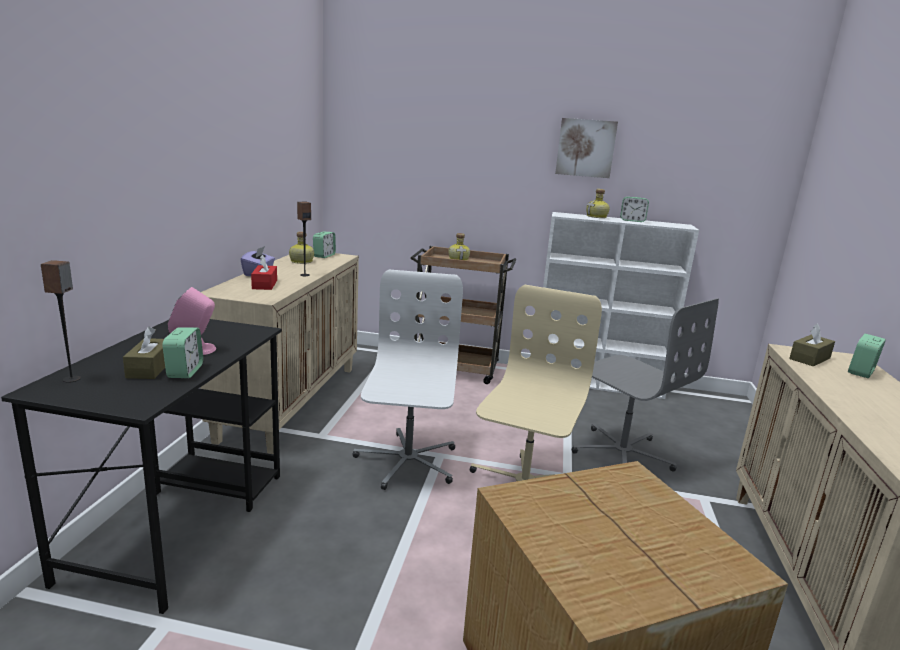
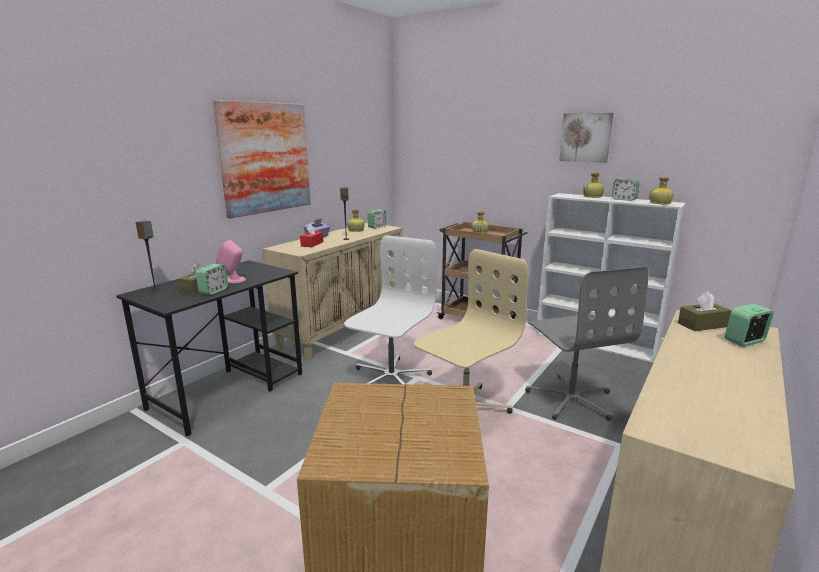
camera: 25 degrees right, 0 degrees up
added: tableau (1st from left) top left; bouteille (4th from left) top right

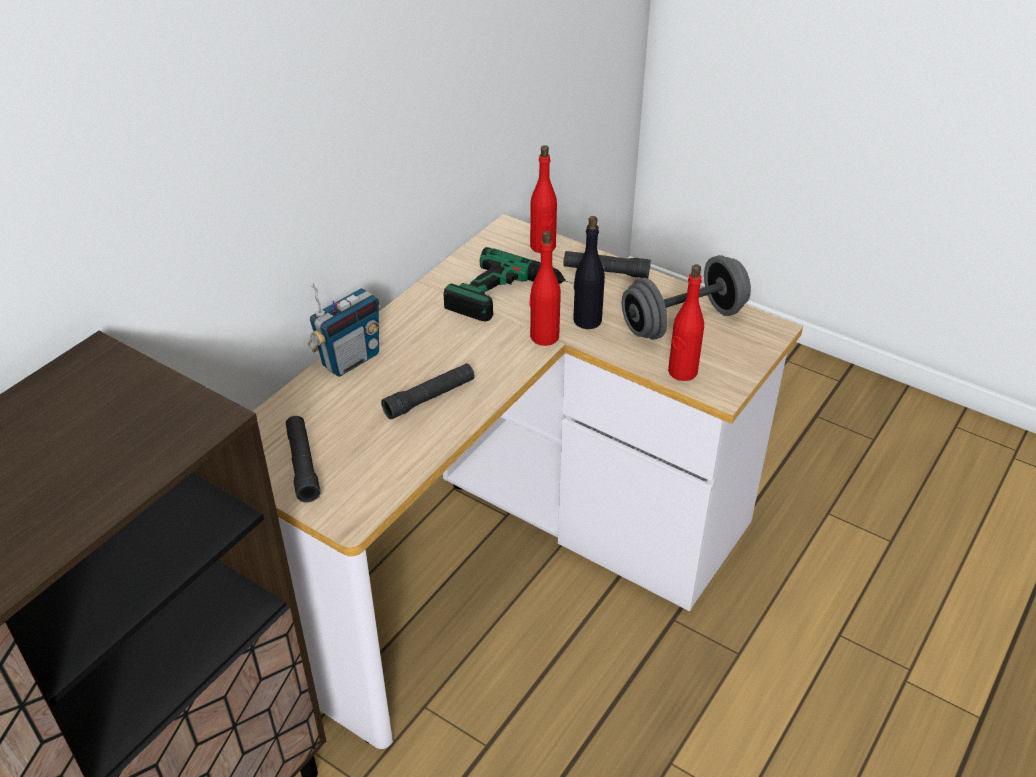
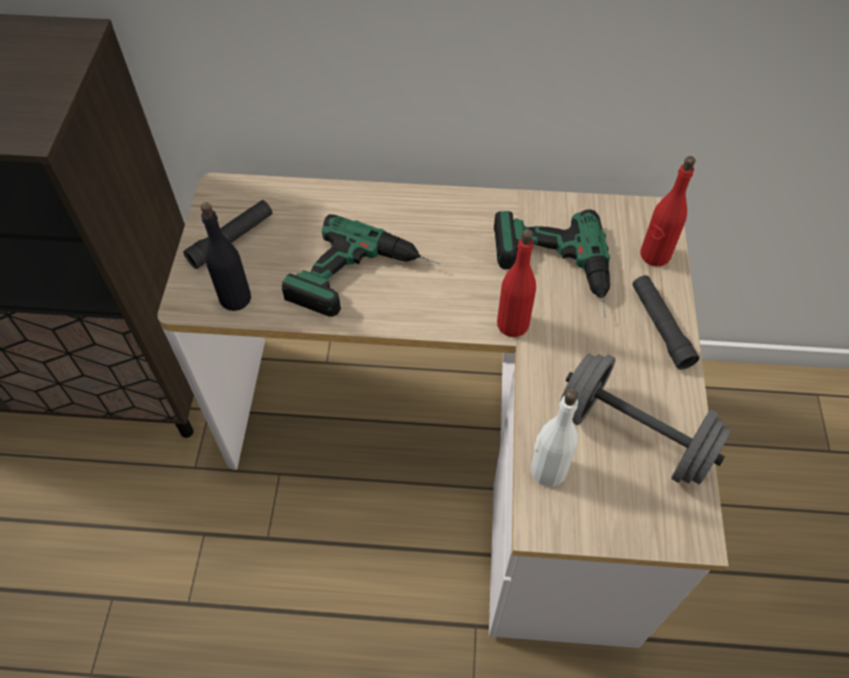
camera: 60 degrees right, 15 degrees up
removed: radio middle left
moved: bouteille [noir] centre to middle left
replaced: lampe de poche [noir] (2nd from left) centre to perceuse (1st from left) centre
recoloured: bouteille [rouge] (3rd from left) centre to bouteille [blanc] centre

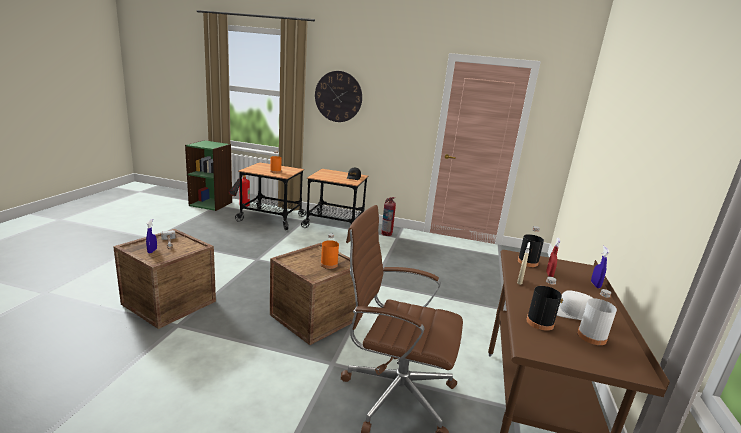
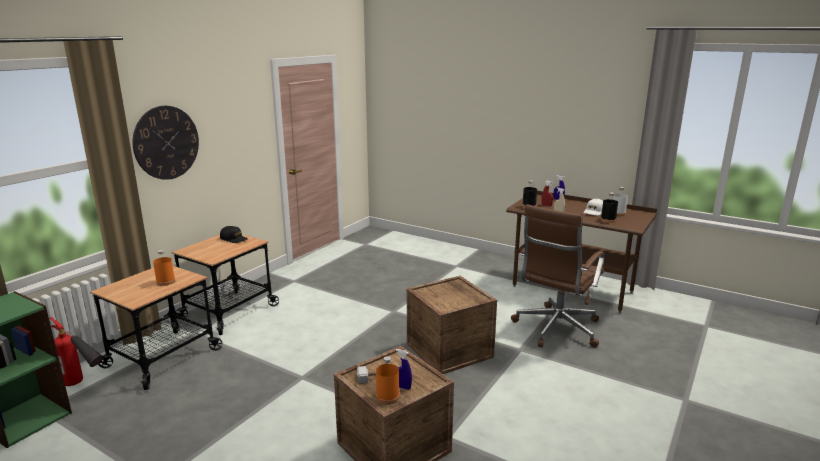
camera: 70 degrees left, 0 degrees up
removed: extincteur (2nd from left) centre
moved: bouteille [orange] (2nd from left) centre to bottom centre

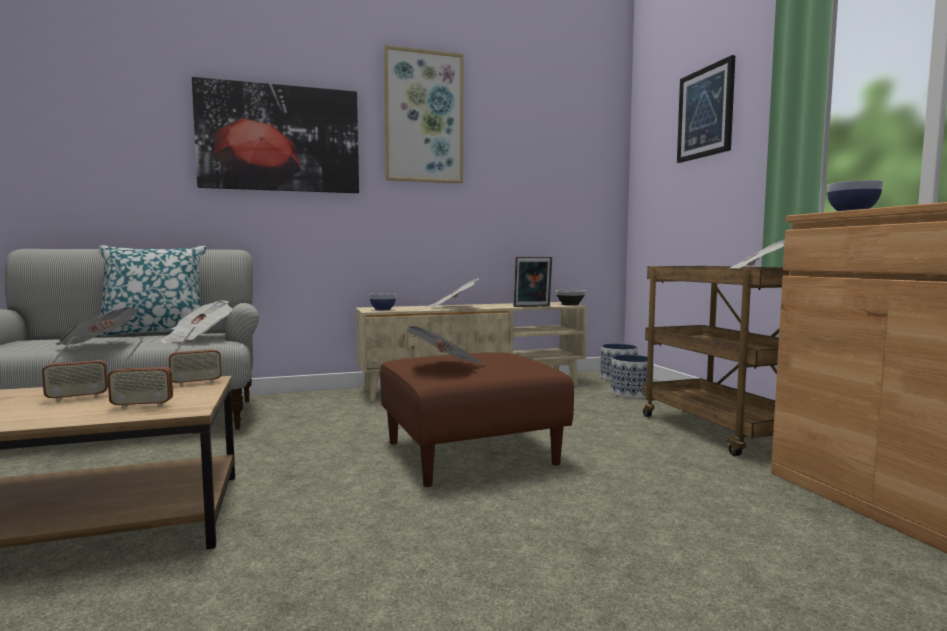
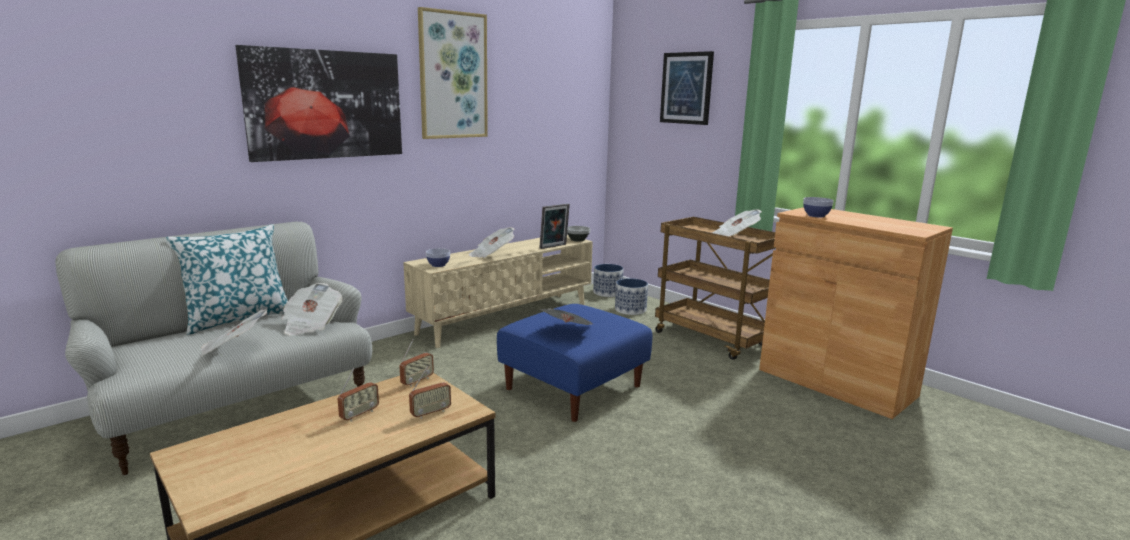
camera: 25 degrees left, 10 degrees up
recoloured: pouf [marron] centre to pouf [bleu] bottom centre

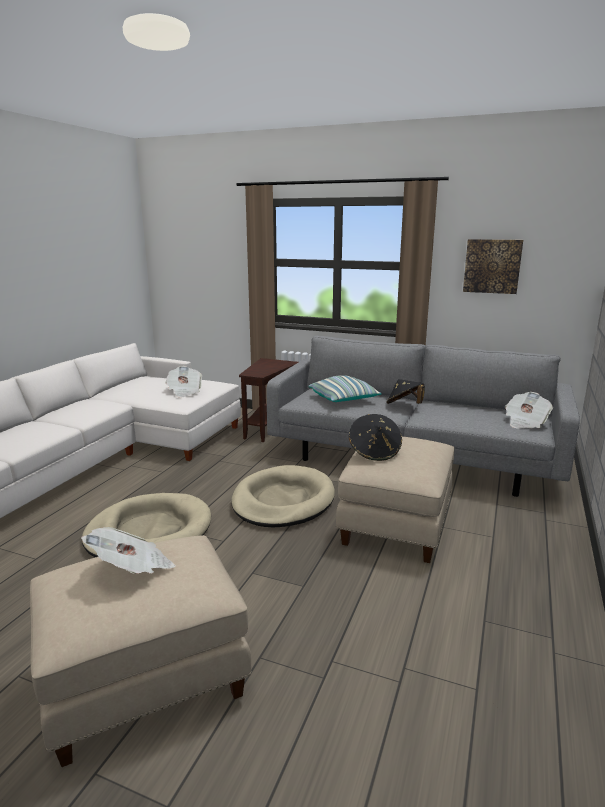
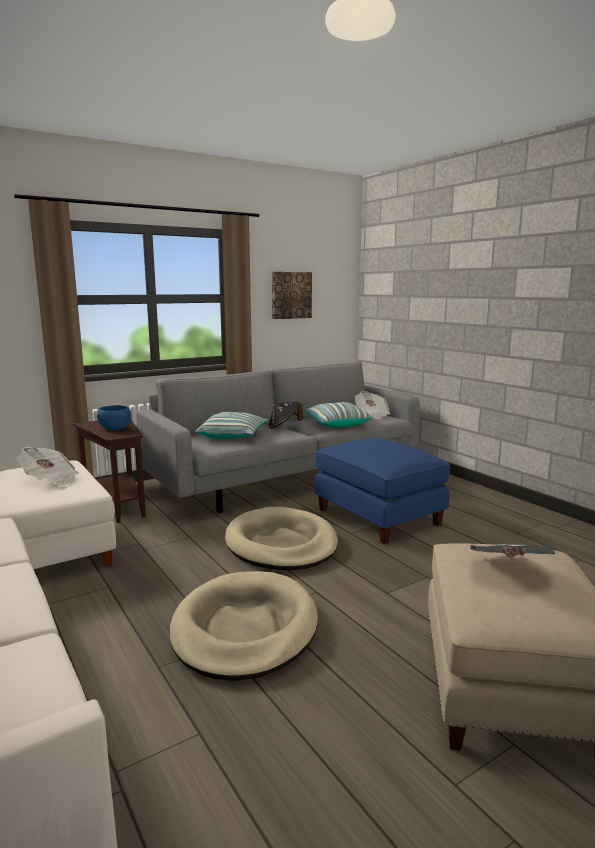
camera: 55 degrees left, 5 degrees down
removed: chapeau [noir] (1st from left) centre
added: bol [bleu] middle left; coussin (2nd from left) centre
recoloured: pouf [beige] (2nd from left) centre to pouf [bleu] centre

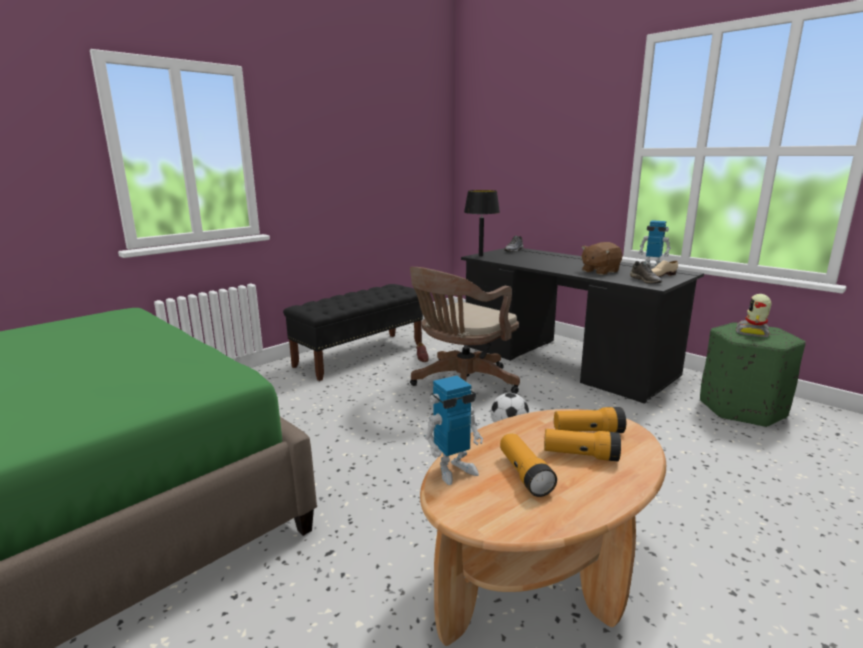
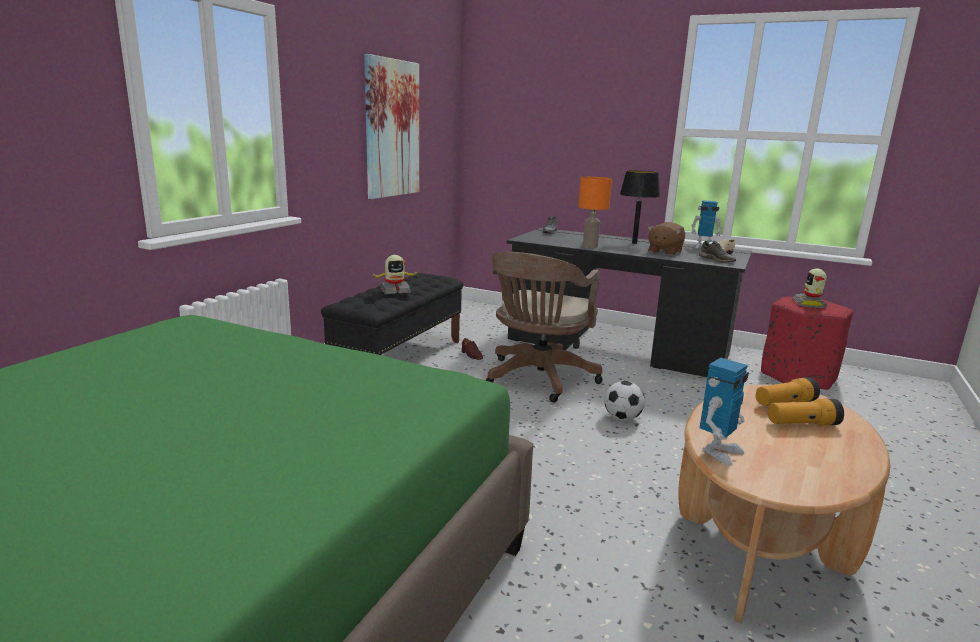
camera: 20 degrees left, 0 degrees up
removed: lampe de poche (1st from left) bottom centre
added: tableau top centre; robot jouet (1st from left) centre; lampe de table [orange] top centre
moved: lampe de table [noir] centre to top centre
recoloured: pouf [vert] middle right to pouf [rouge] middle right

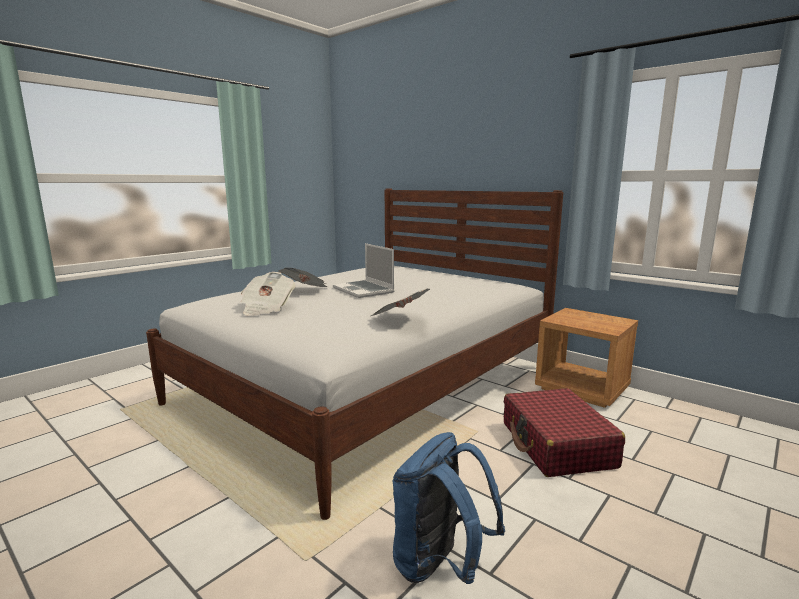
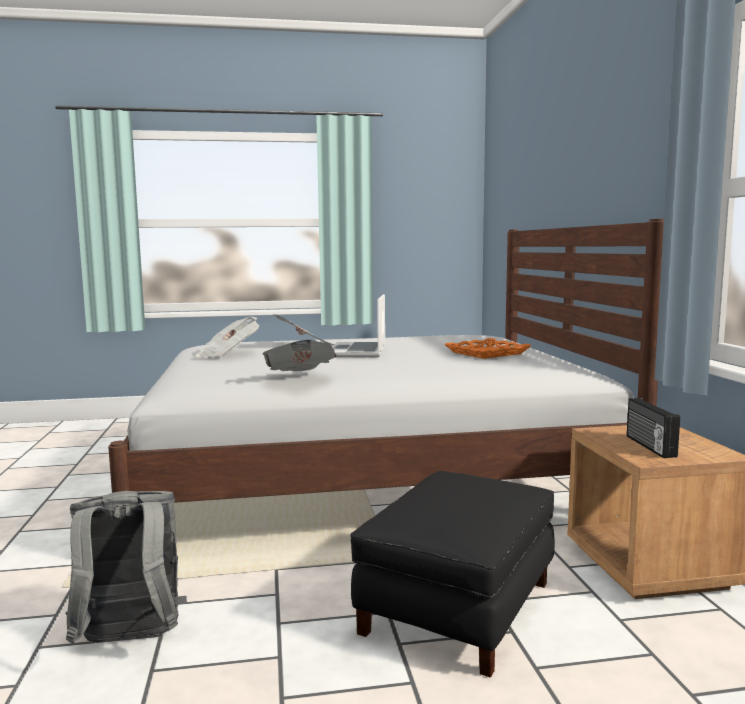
camera: 40 degrees right, 5 degrees down
added: plateau [orange] centre; radio middle right
replaced: valise [rouge] bottom right to pouf [noir] bottom centre
recoloured: sac à dos [bleu] bottom centre to sac à dos [gris] bottom left

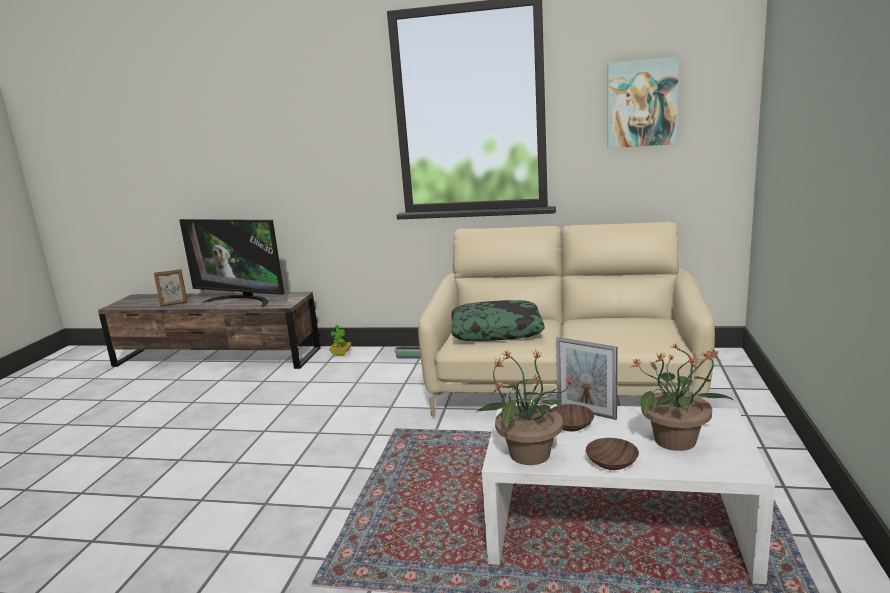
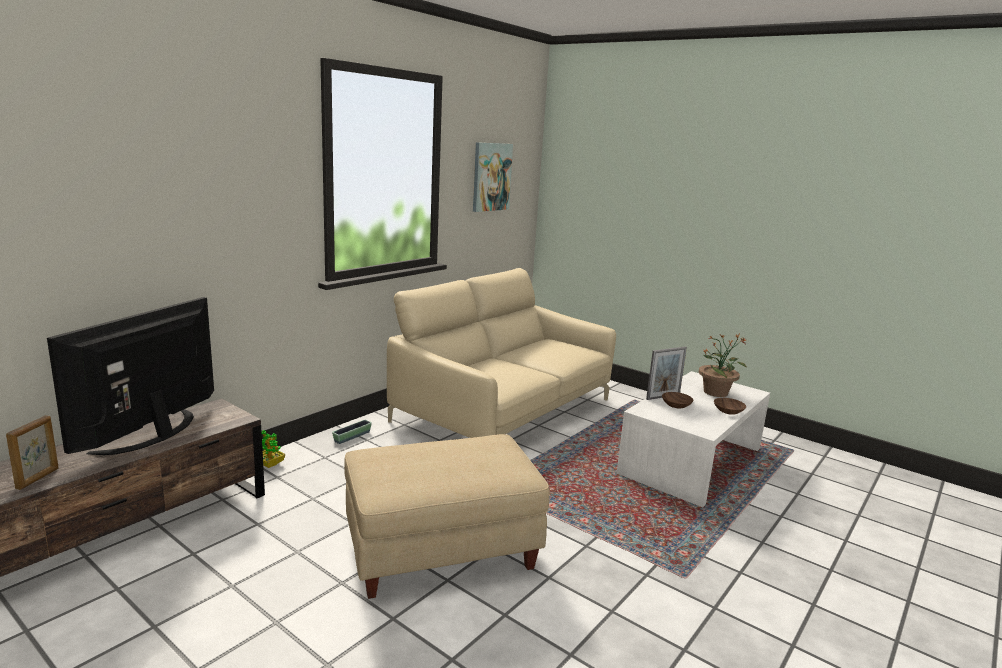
camera: 65 degrees left, 0 degrees up
removed: coussin centre; plante en pot (2nd from left) bottom centre
added: pouf [beige] bottom centre
turned: téléviseur middle left = middle left 150 degrees clockwise

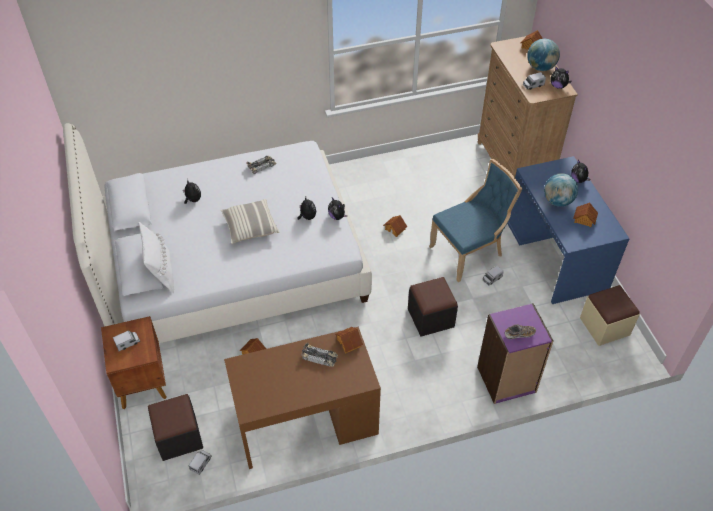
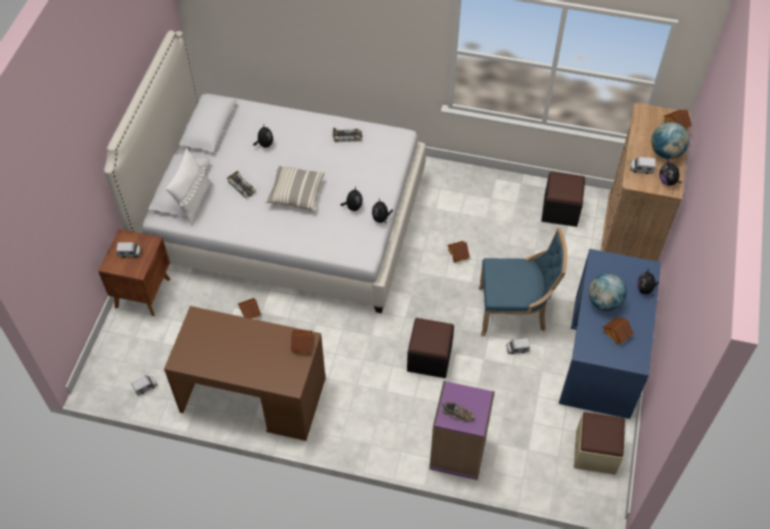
camera: 30 degrees right, 5 degrees up
moved: pouf [noir] (1st from left in the first image) bottom left to pouf [noir] (2nd from left) middle right; petite voiture (2nd from left in the first image) bottom centre to petite voiture (1st from left) middle left

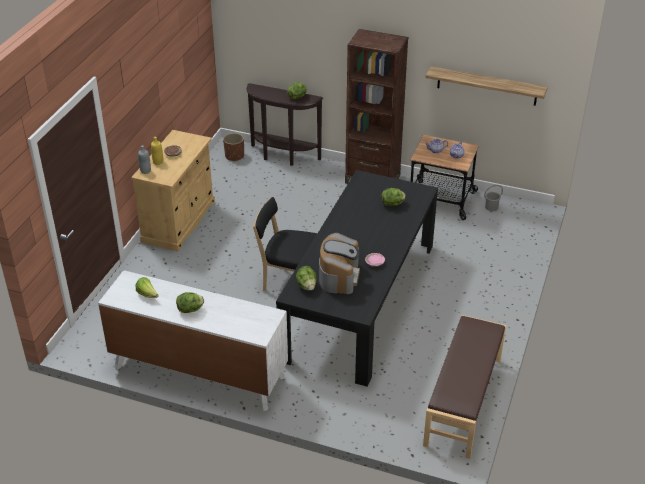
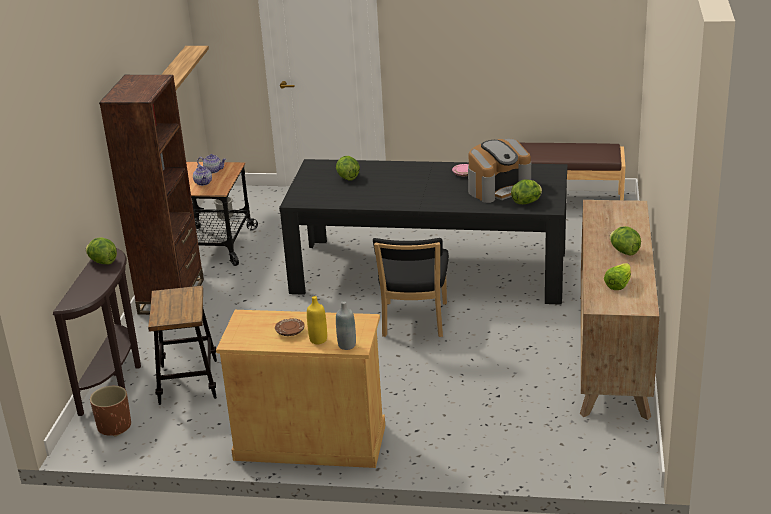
camera: 100 degrees left, 10 degrees down
added: tabouret bottom left
recoloured: commode [blanc] bottom left to commode [marron] middle right
turned: machine à café centre = top centre 150 degrees clockwise

